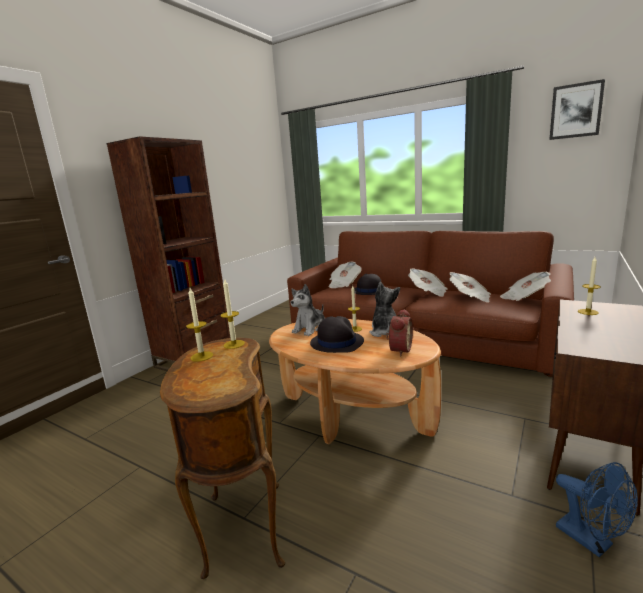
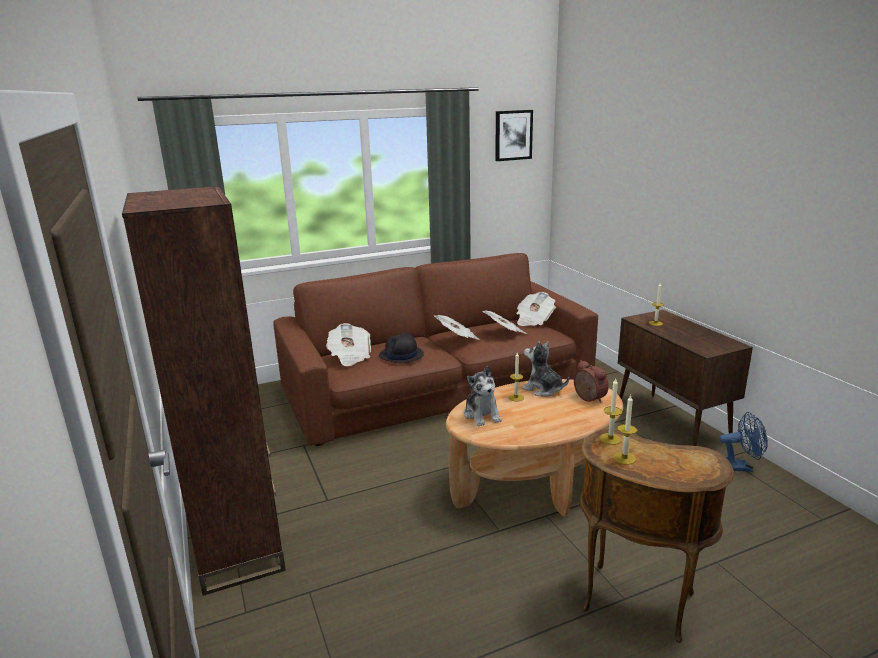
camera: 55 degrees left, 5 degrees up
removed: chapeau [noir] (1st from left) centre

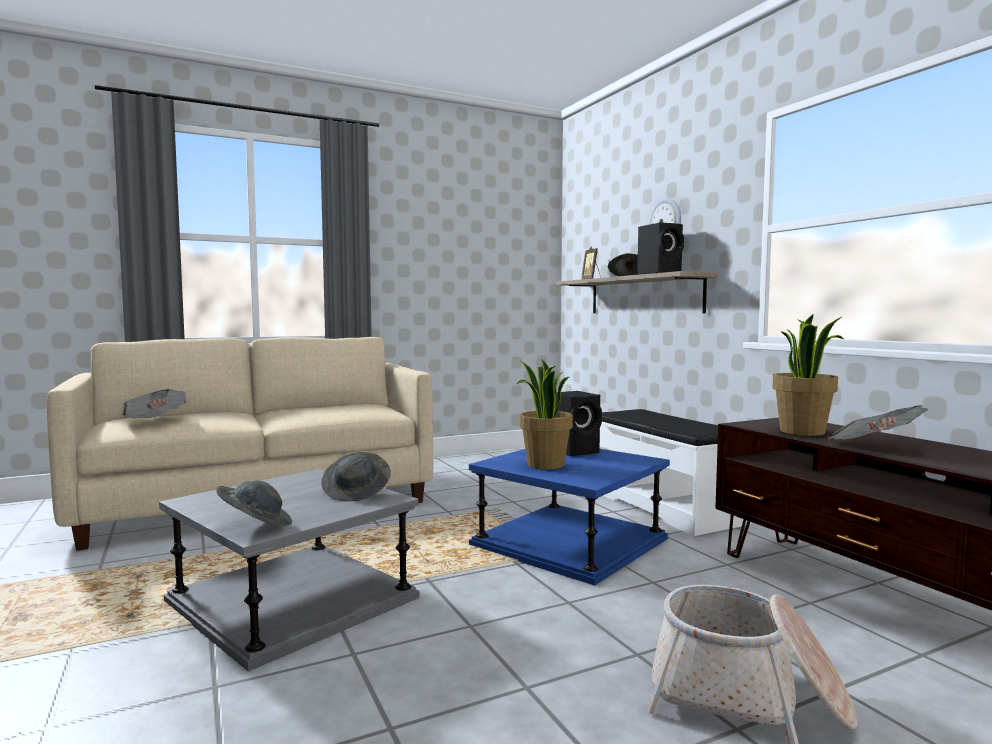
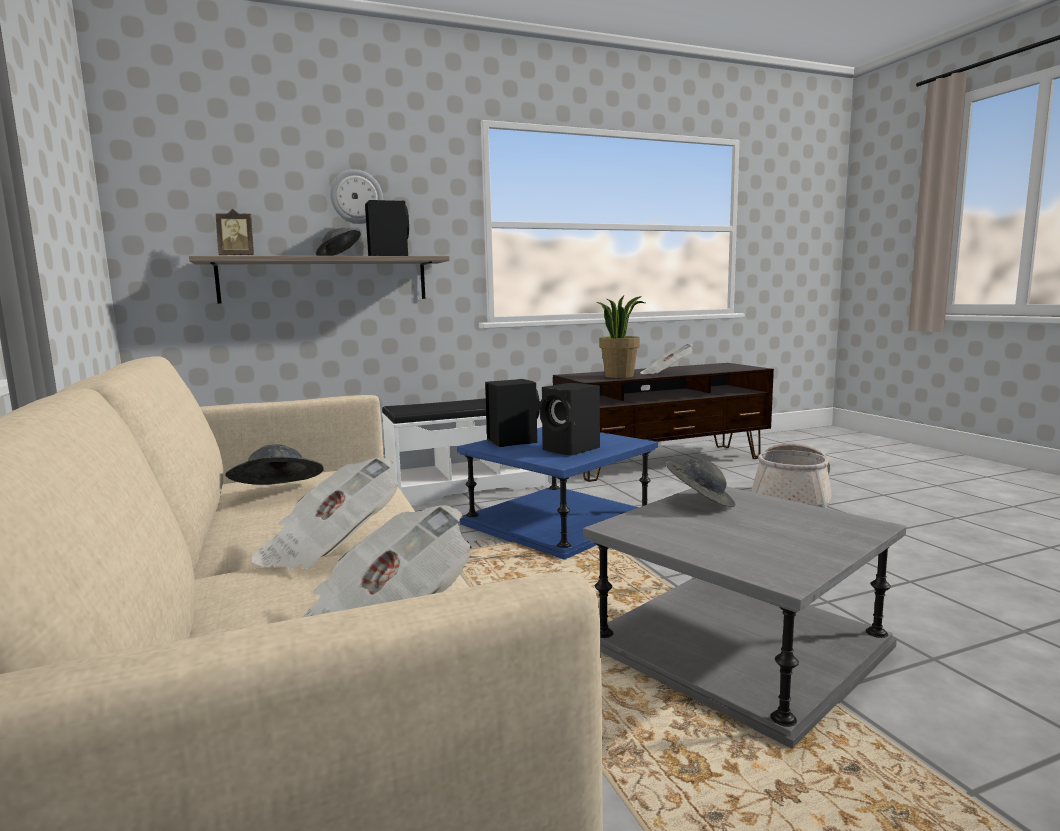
camera: 85 degrees left, 5 degrees up
added: journal (1st from left) middle left
moved: chapeau [gris] (1st from left) bottom left to middle left
replaced: plante en pot (1st from left) centre to enceinte [noir] (3rd from left) centre

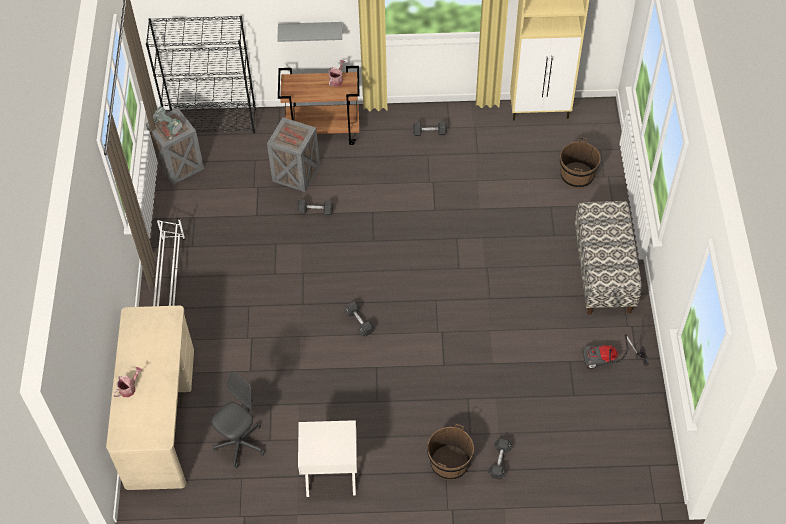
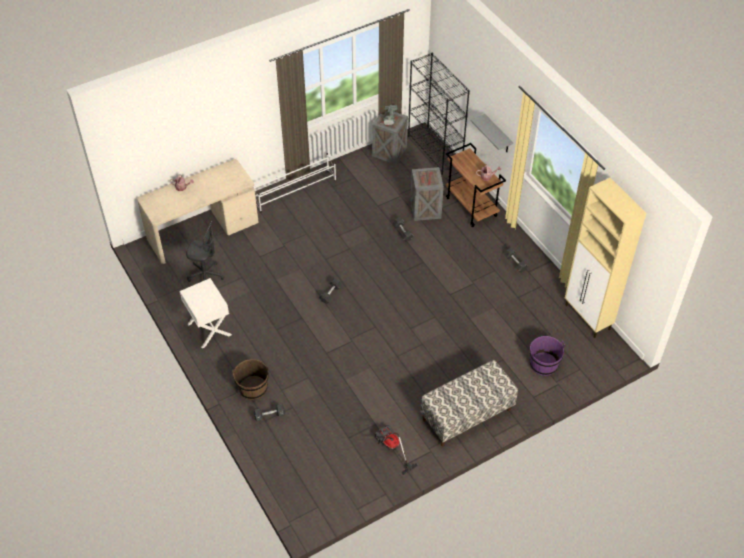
camera: 60 degrees right, 5 degrees down
recoloured: seau [marron] (2nd from left) top right to seau [violet] middle right

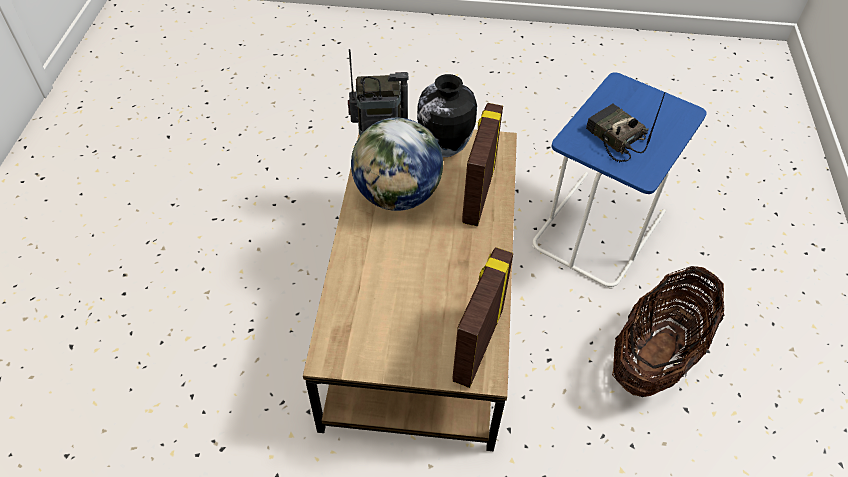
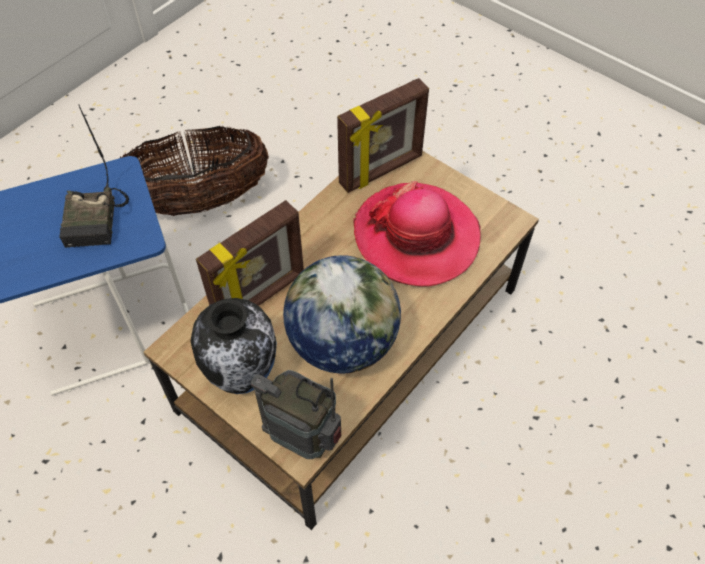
camera: 145 degrees left, 5 degrees up
added: chapeau centre

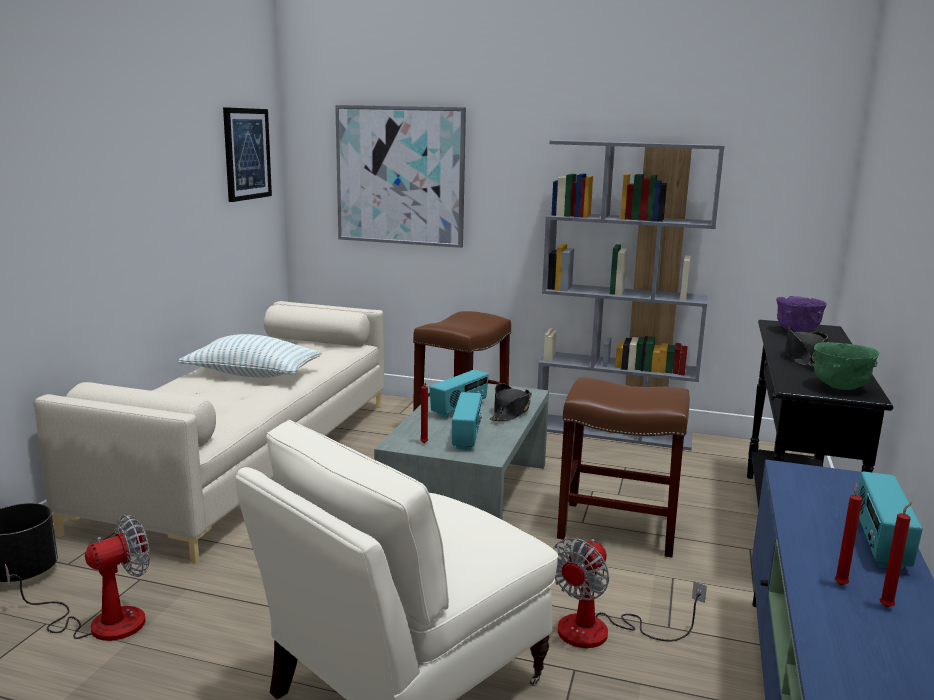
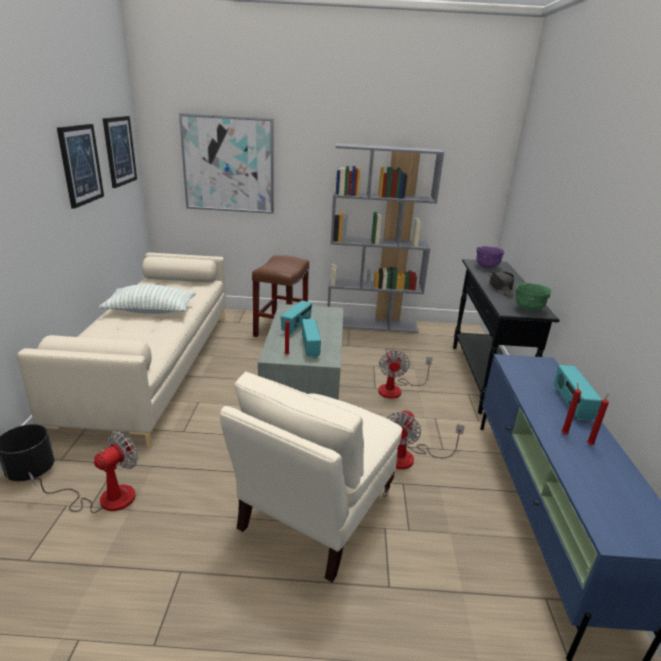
camera: 15 degrees left, 10 degrees up
removed: chapeau [noir] (1st from left) centre
added: tableau (1st from left) top left
replaced: tabouret [marron] (2nd from left) bottom right to ventilateur (2nd from left) centre

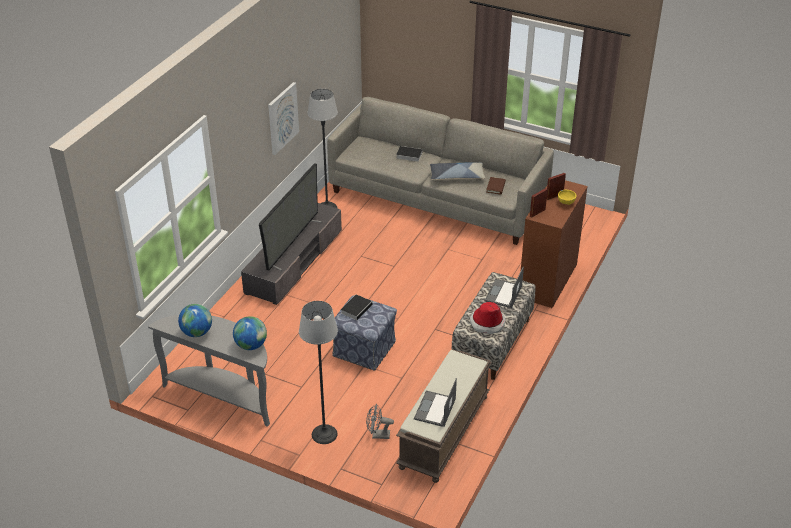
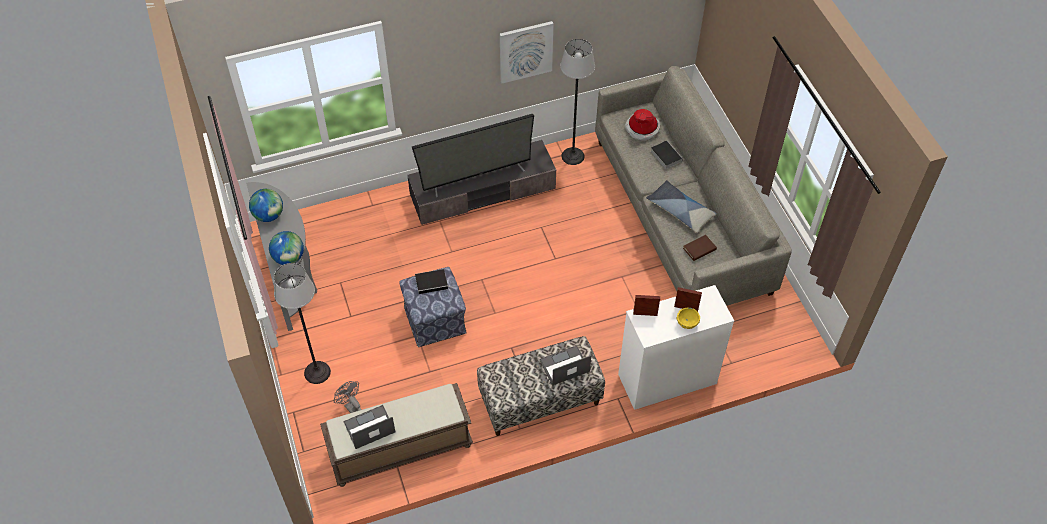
camera: 45 degrees right, 15 degrees up
moved: chapeau centre to top centre
recoloured: commode [marron] middle right to commode [blanc] centre

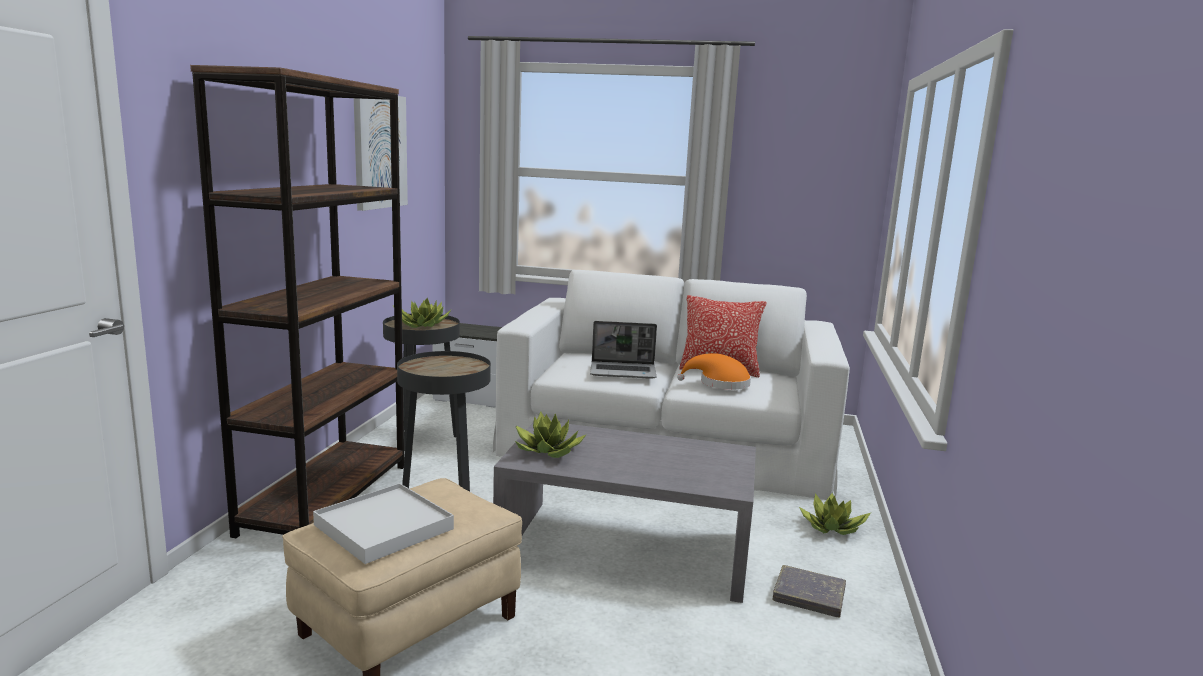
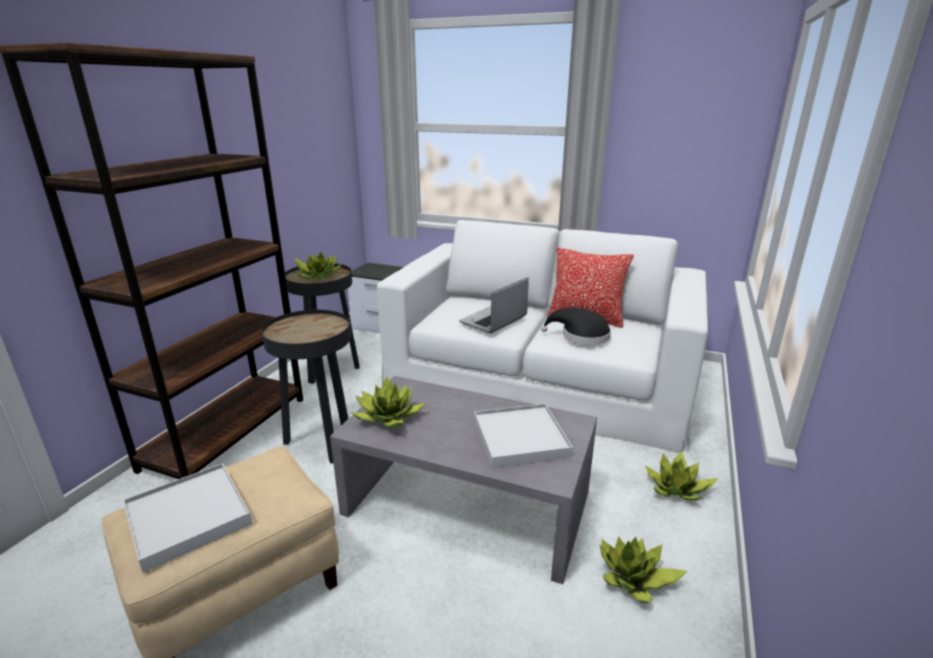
camera: 10 degrees right, 10 degrees up
removed: tableau top left
added: plateau [blanc] (2nd from left) centre
replaced: livre [gris] bottom right to plante en pot (3rd from left) bottom right
recoloured: chapeau [orange] centre to chapeau [noir] centre
turned: ordinateur portable centre = centre 120 degrees clockwise

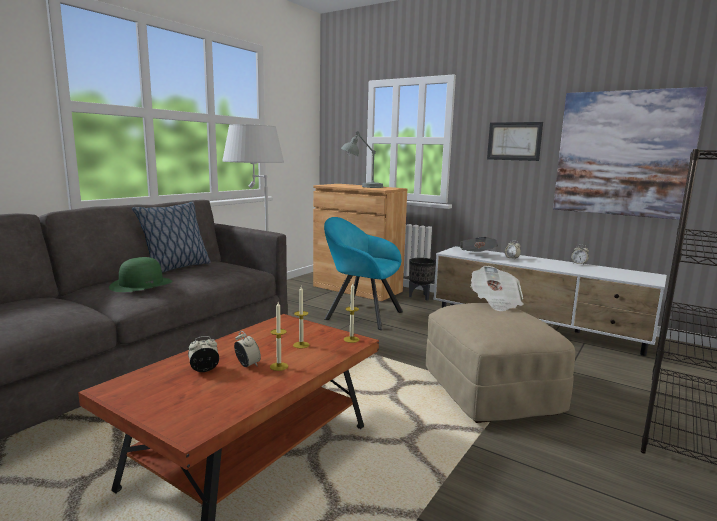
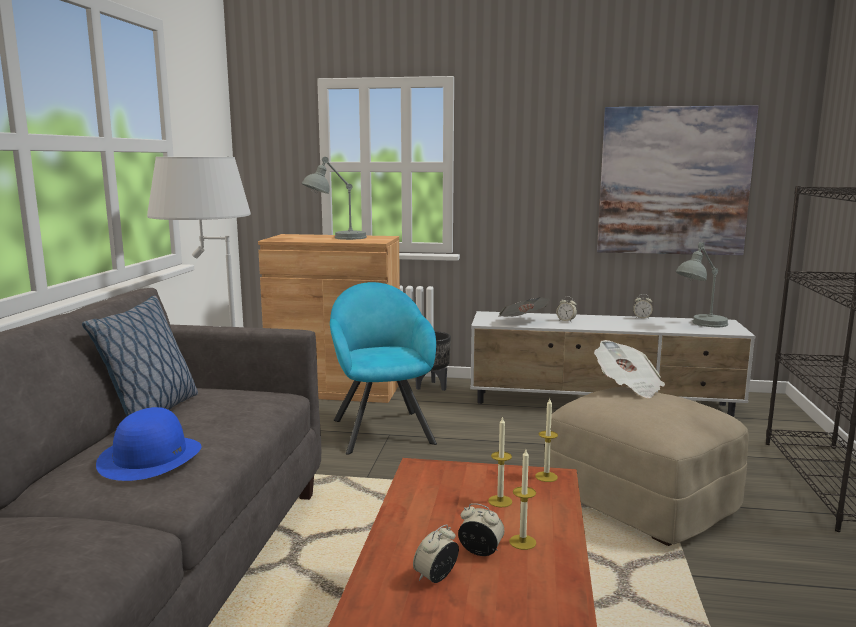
camera: 25 degrees left, 0 degrees up
removed: tableau (1st from left) top right
added: lampe de table [gris] (2nd from left) middle right
recoloured: chapeau [vert] middle left to chapeau [bleu] bottom left
turned: fauteuil [turquoise] centre = centre 75 degrees clockwise

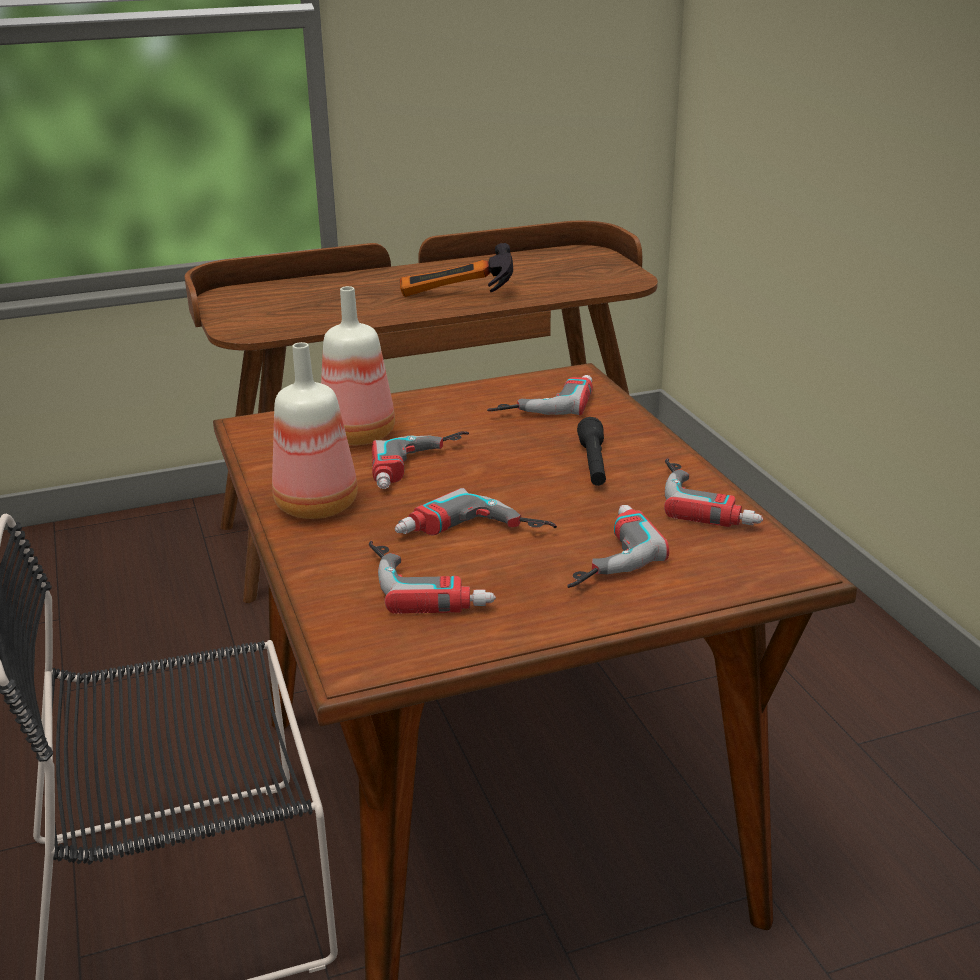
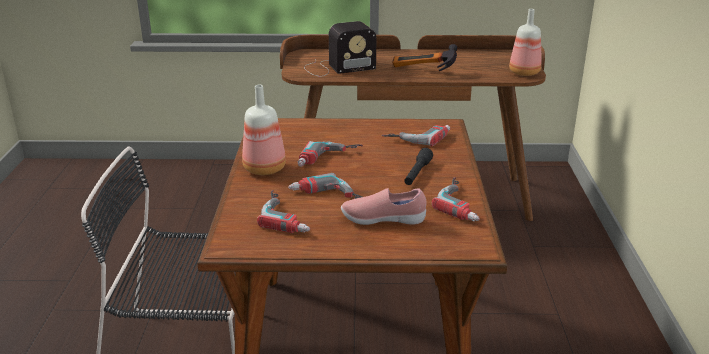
camera: 20 degrees right, 0 degrees up
added: radio top centre
moved: bouteille (2nd from left) centre to top right
replaced: perceuse (5th from left) centre to chaussure [rose] centre

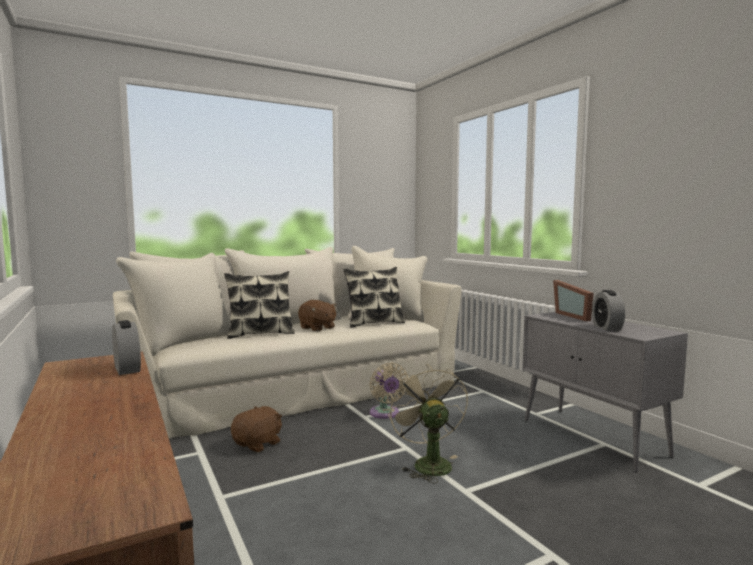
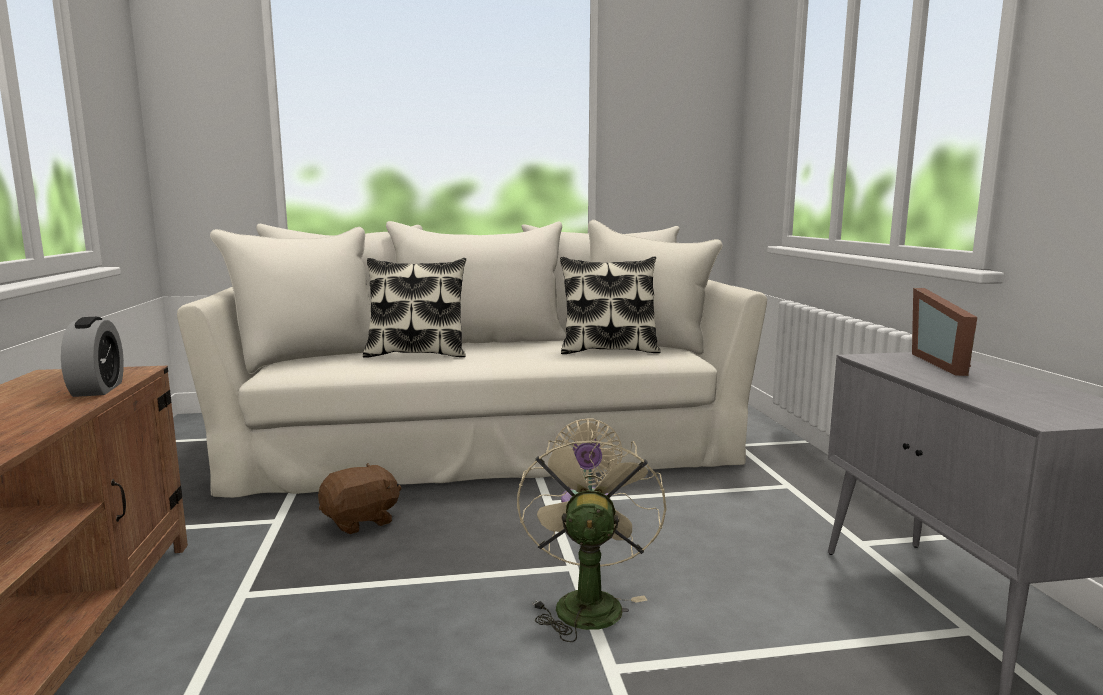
camera: 20 degrees right, 5 degrees up
removed: peluche [marron] (2nd from left) centre; réveil (2nd from left) middle right

